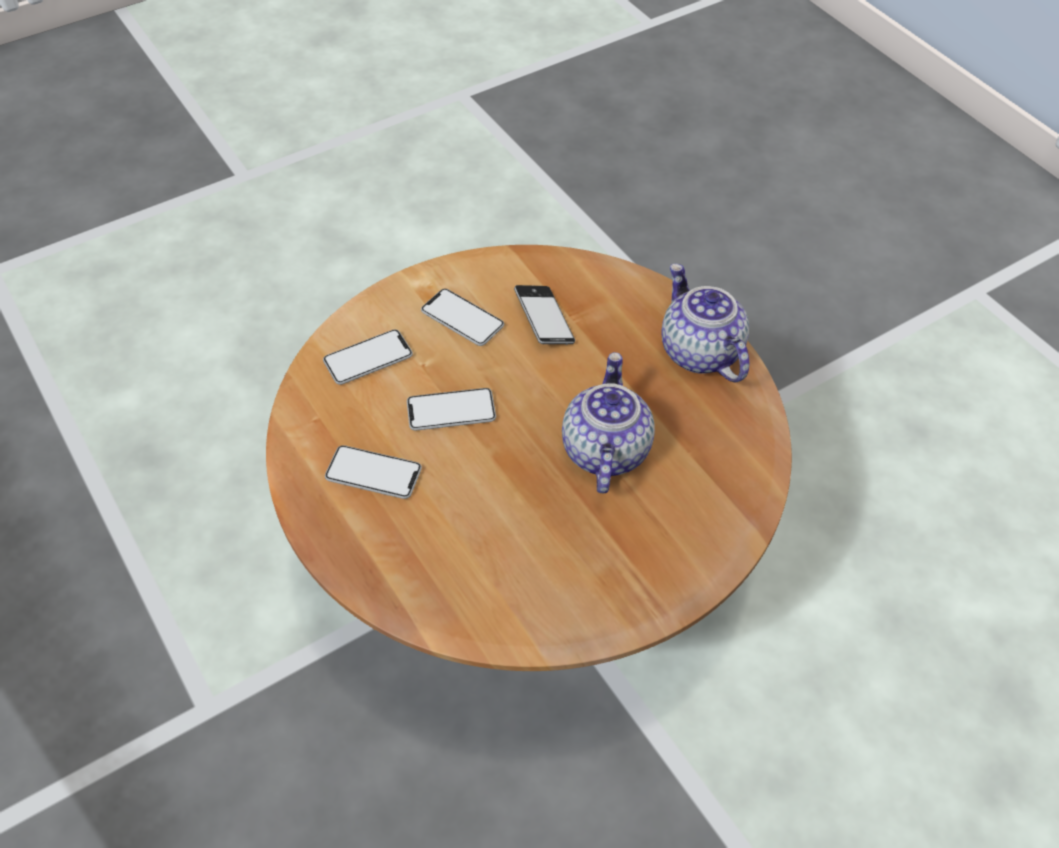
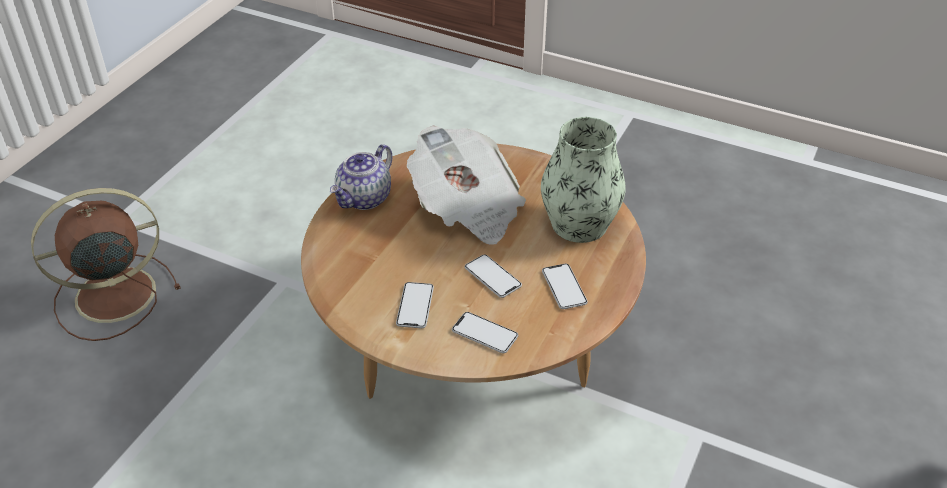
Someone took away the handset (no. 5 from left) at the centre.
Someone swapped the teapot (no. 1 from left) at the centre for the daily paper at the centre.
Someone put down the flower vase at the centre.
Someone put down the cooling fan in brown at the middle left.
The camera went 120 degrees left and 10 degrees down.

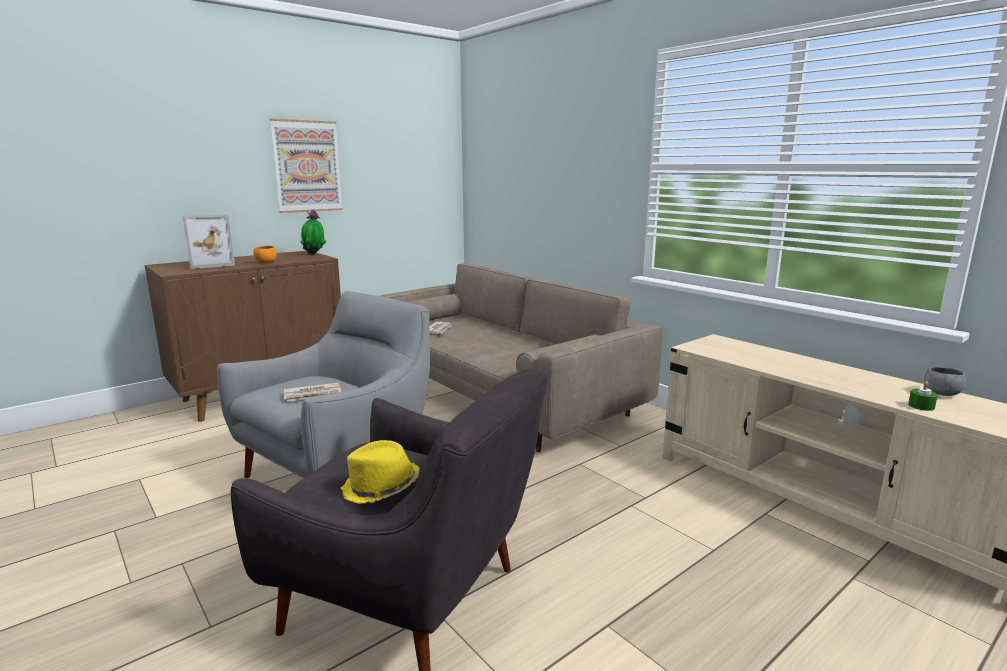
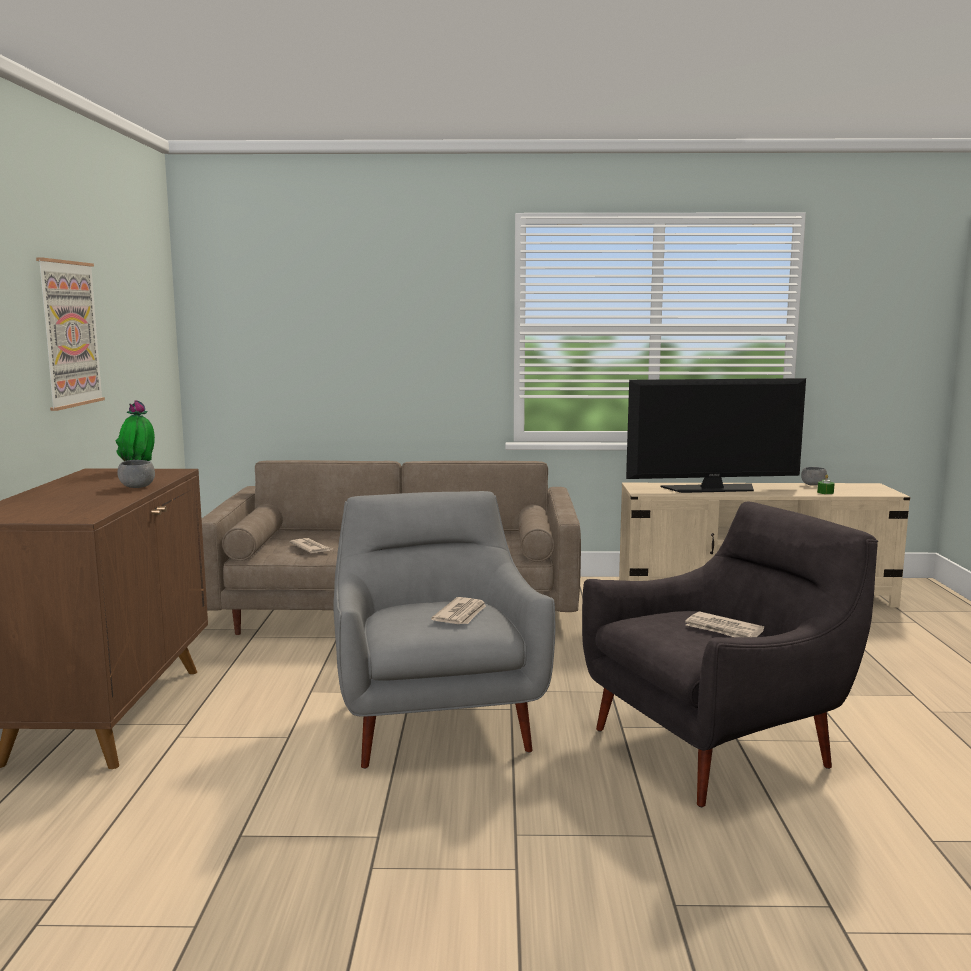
Someone took away the photo frame at the middle left.
Someone repainted the deep dish in orange at the middle left, which became the deep dish in grey (no. 1 from left) at the middle left.
Someone swapped the wearable hat in yellow-coloured at the bottom centre for the daily paper (no. 3 from left) at the middle right.
Someone put down the TV at the middle right.
The camera went 50 degrees left and 5 degrees down.

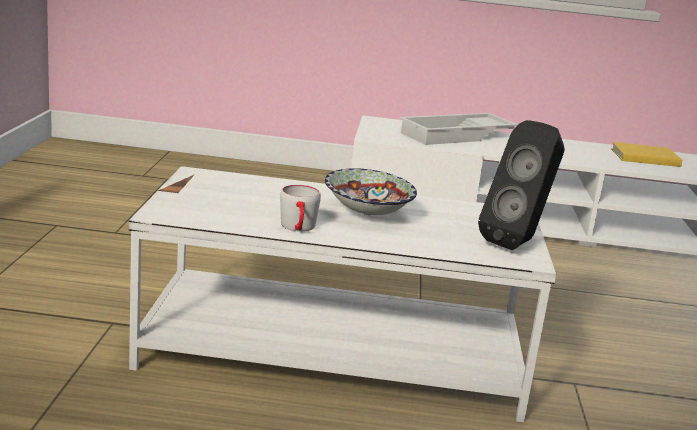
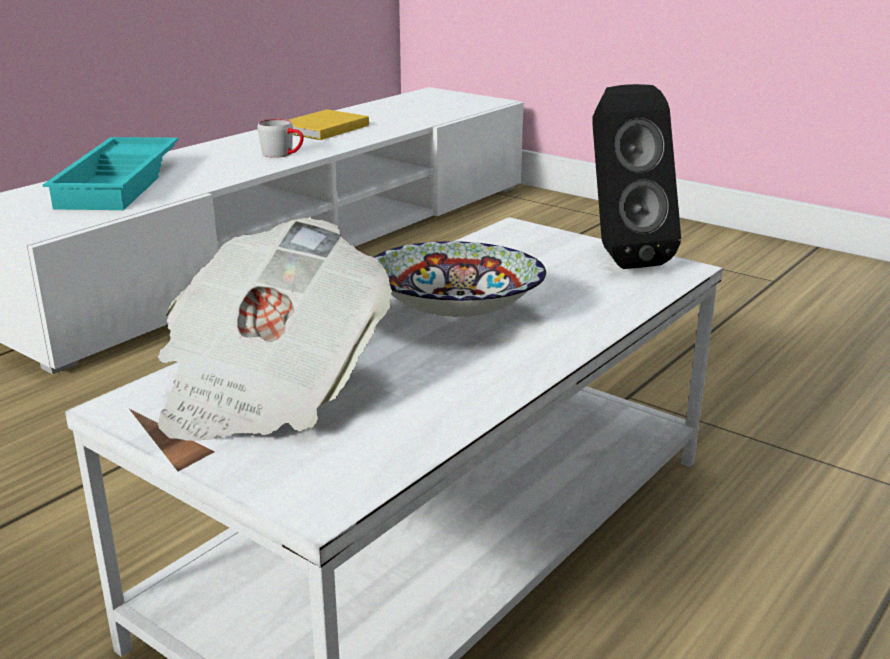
Someone repainted the tray in whitish at the top centre, which became the tray in blue-green at the top left.
Someone carried the coffee mug in grey from the centre to the top left.
Someone put down the daily paper at the middle left.
The camera went 55 degrees left and 5 degrees up.

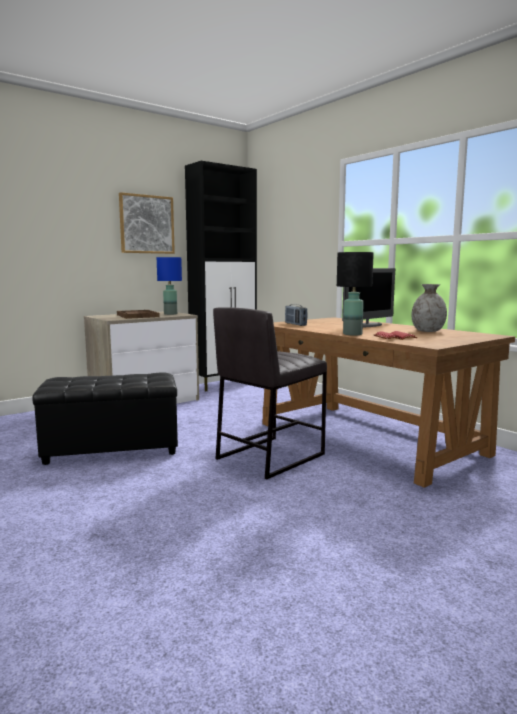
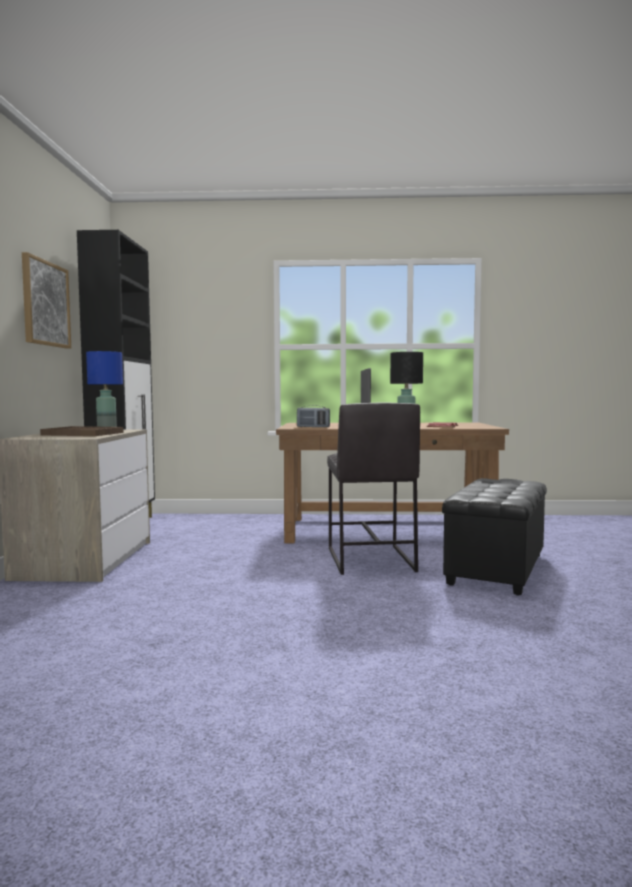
Someone took away the flower vase in grey at the middle right.
Someone carried the footrest in black-coloured from the middle left to the middle right.
The camera went 50 degrees left and 5 degrees down.

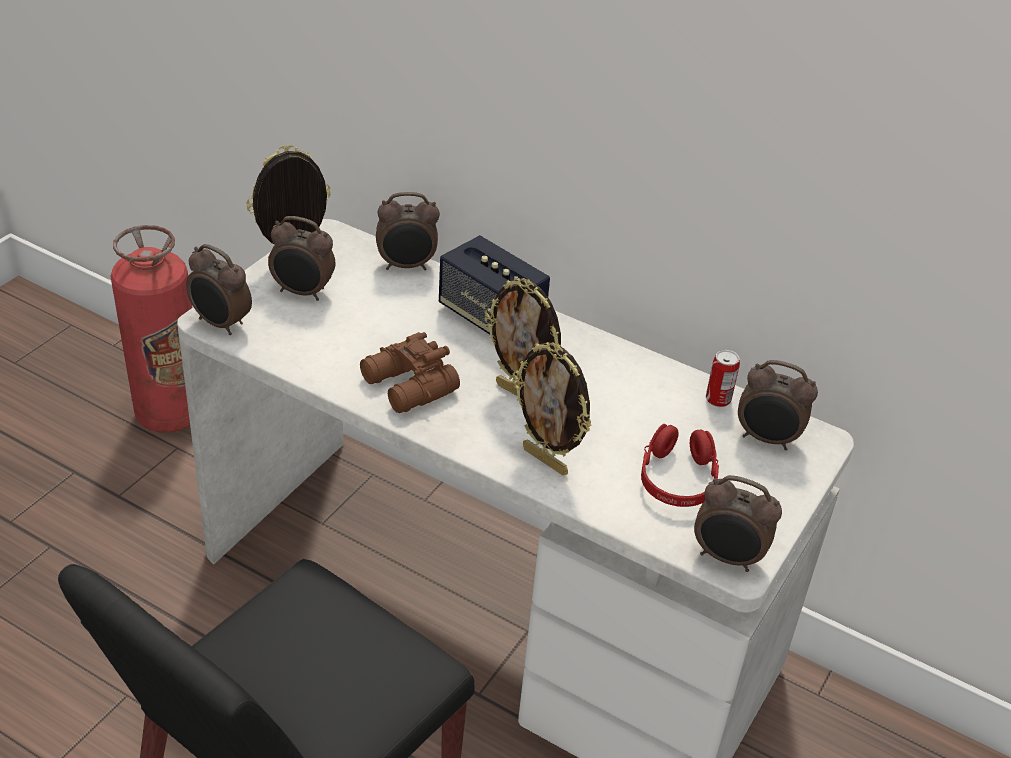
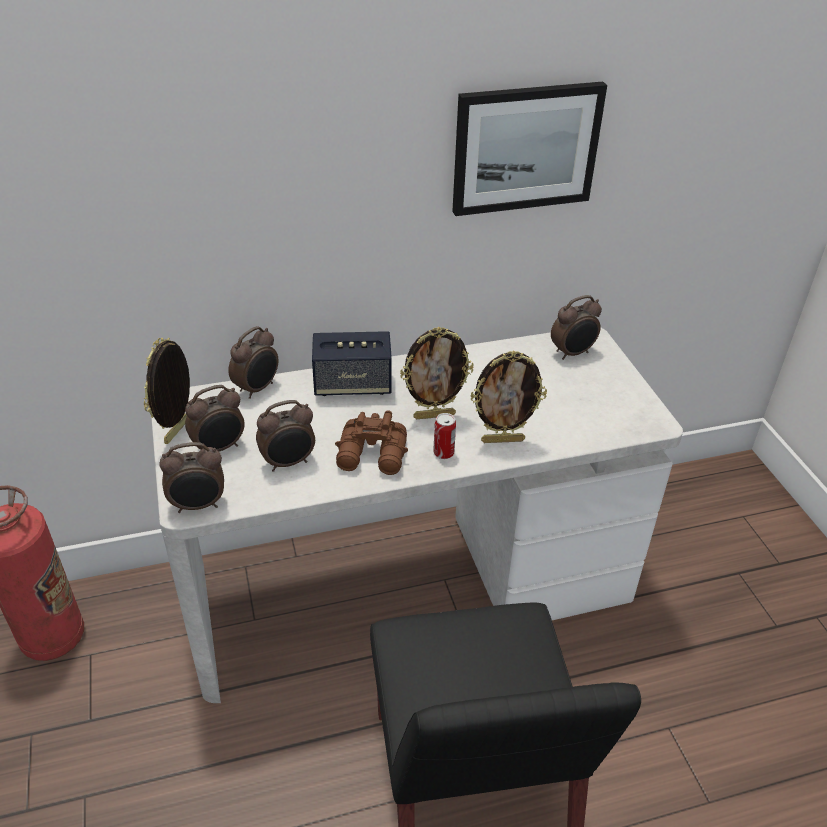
Someone carried the sealed can from the middle right to the centre.
Someone took away the headset in red-coloured at the middle right.
Someone carried the table clock (no. 4 from left) from the bottom right to the centre.
Someone put up the picture at the top centre.
The camera went 45 degrees left and 0 degrees up.

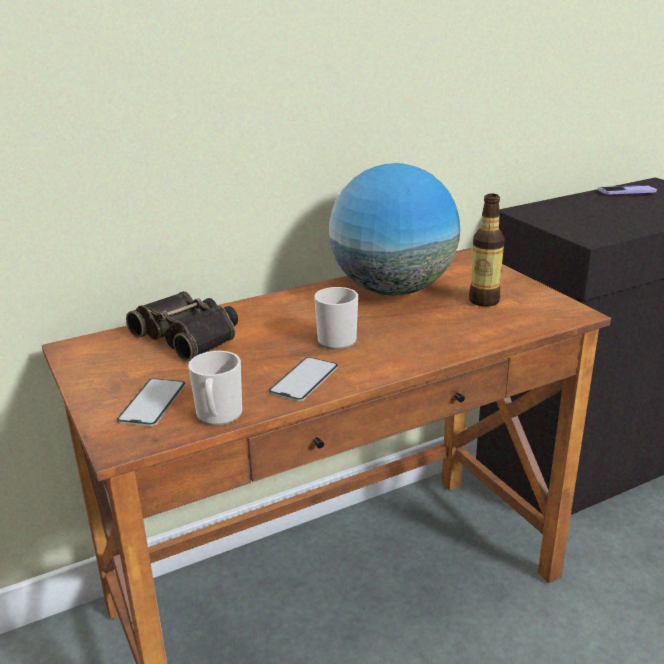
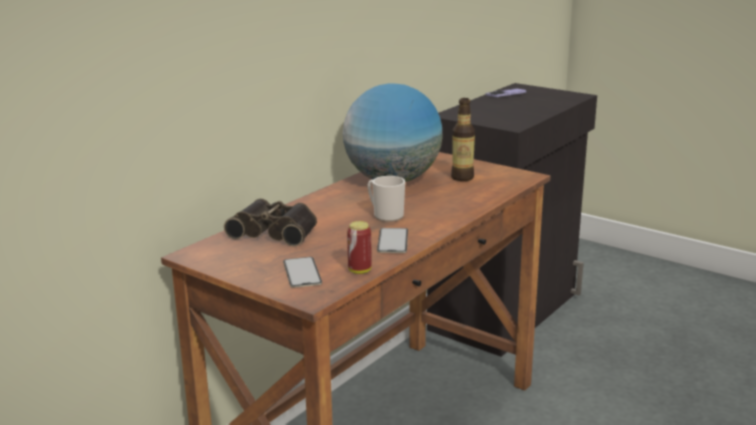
Someone swapped the coffee mug (no. 1 from left) at the middle left for the sealed can at the centre.
The camera went 25 degrees left and 5 degrees down.

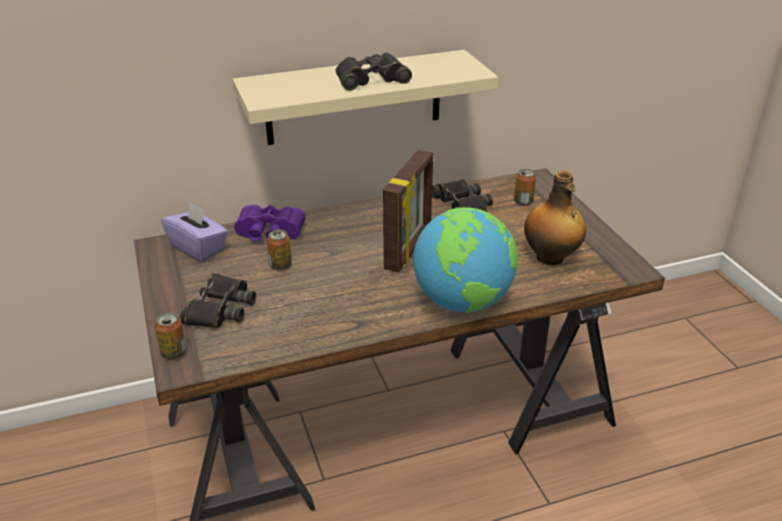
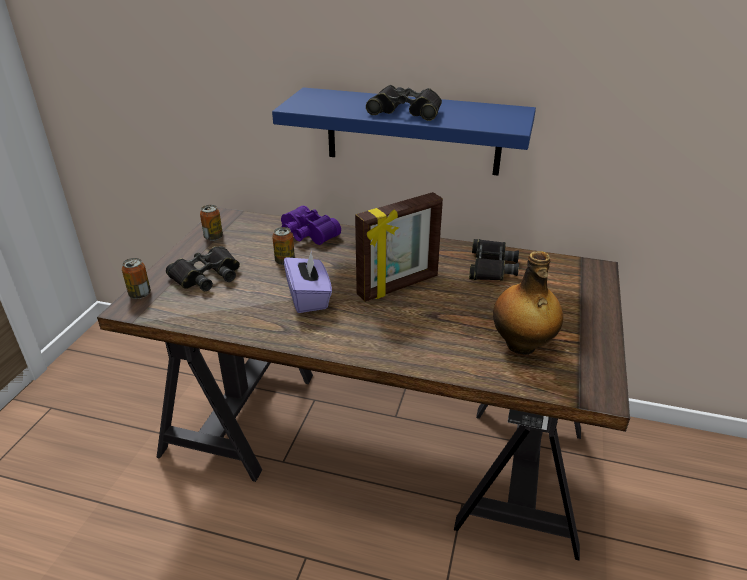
Someone repainted the shelf in beige-coloured at the top centre, which became the shelf in blue-coloured at the top centre.
Someone carried the sealed can (no. 3 from left in the first image) from the middle right to the middle left.
Someone carried the tissue box in purple from the middle left to the centre.
Someone took away the world globe at the centre.
The camera went 35 degrees right and 0 degrees up.

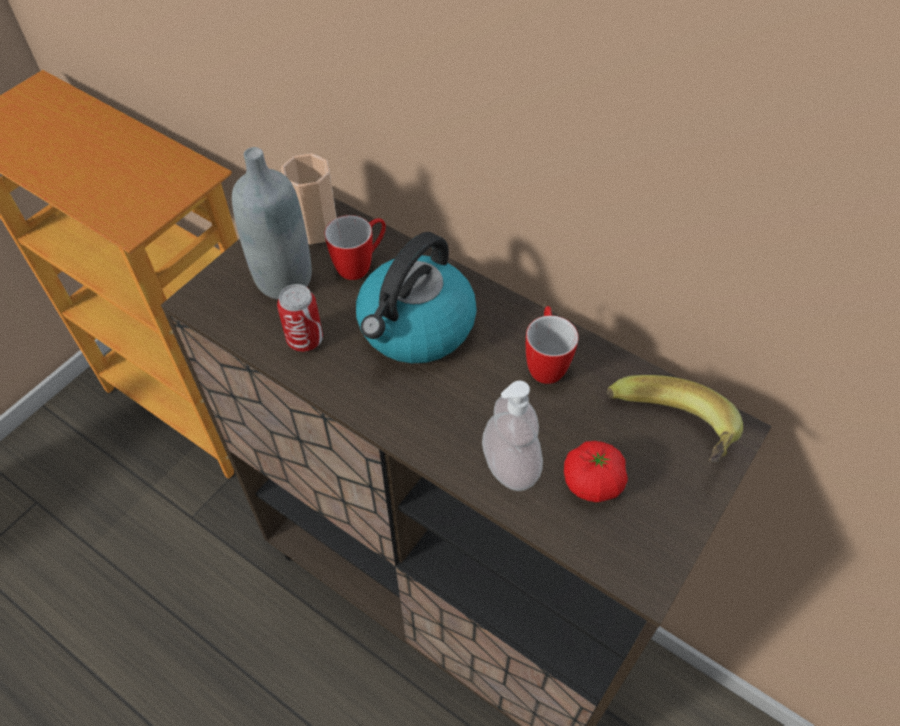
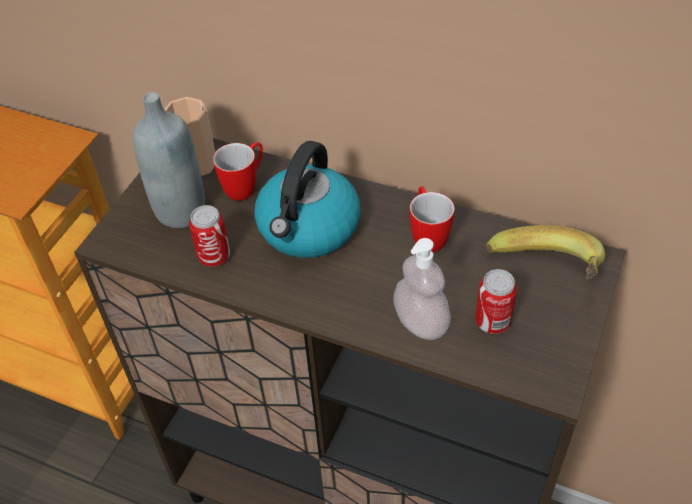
Someone swapped the whole tomato at the centre for the sealed can (no. 2 from left) at the middle right.
The camera went 10 degrees left and 5 degrees down.

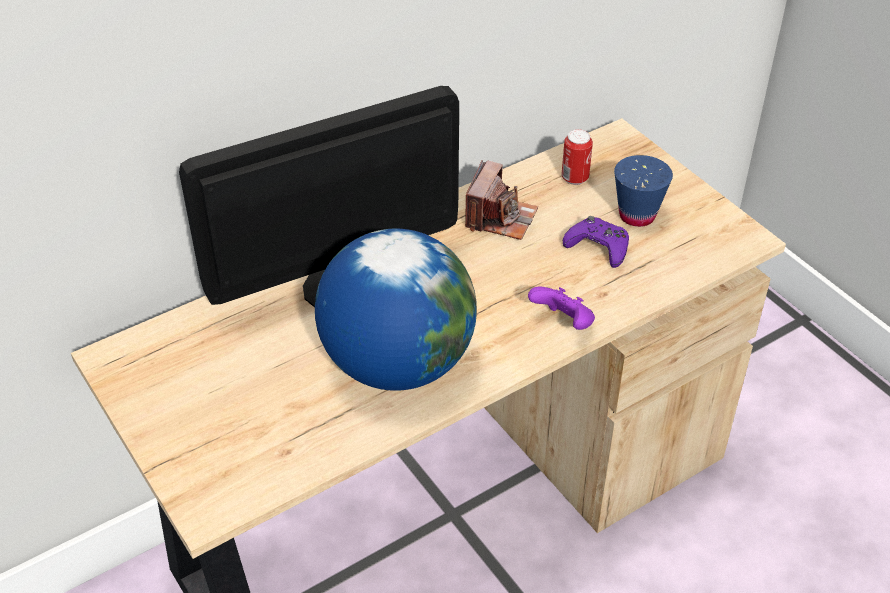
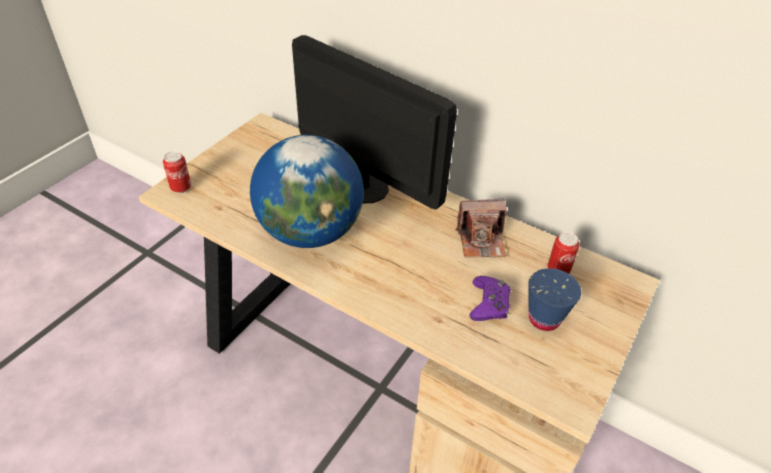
Someone took away the joypad in purple (no. 1 from left) at the centre.
Someone put down the sealed can (no. 1 from left) at the middle left.
The camera went 65 degrees right and 0 degrees up.

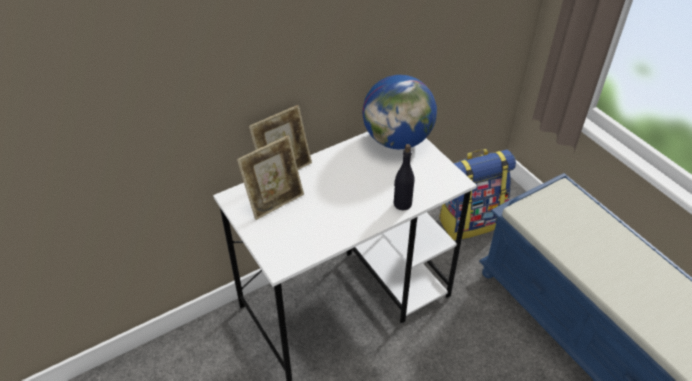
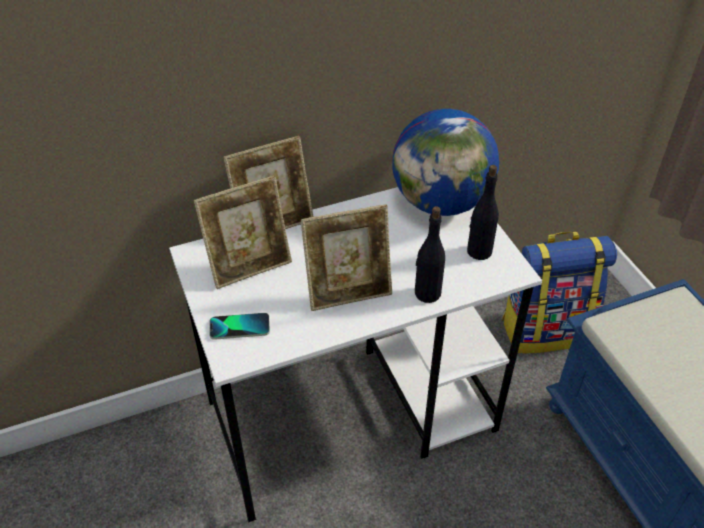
Someone put down the drink bottle in black-coloured (no. 2 from left) at the middle right.
Someone put down the photo frame (no. 3 from left) at the centre.
Someone put down the handset at the centre.
The camera went 10 degrees right and 0 degrees up.

